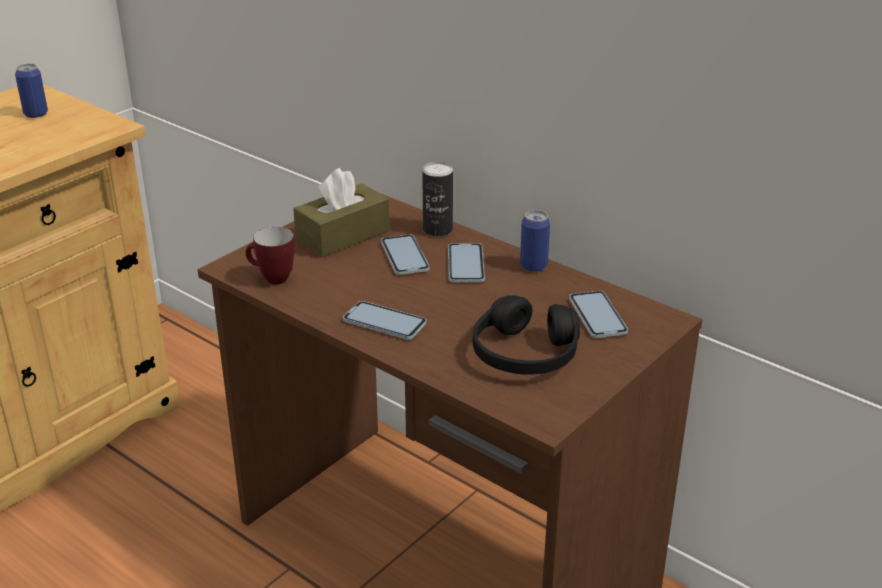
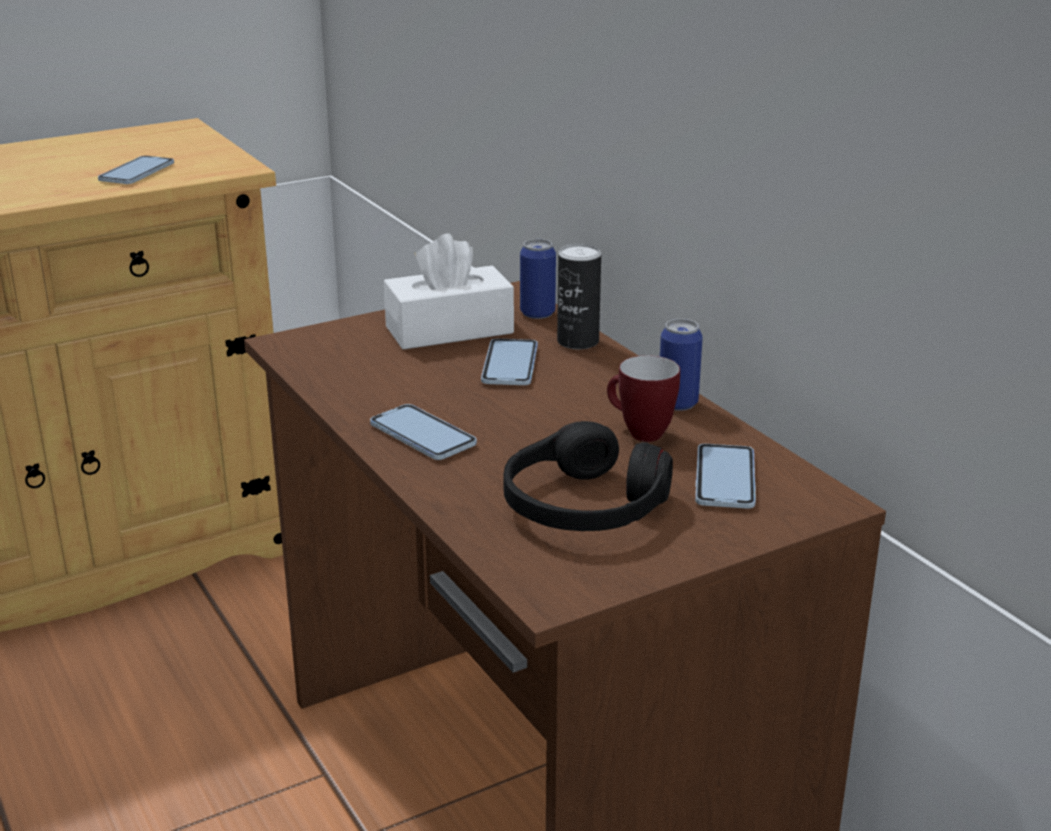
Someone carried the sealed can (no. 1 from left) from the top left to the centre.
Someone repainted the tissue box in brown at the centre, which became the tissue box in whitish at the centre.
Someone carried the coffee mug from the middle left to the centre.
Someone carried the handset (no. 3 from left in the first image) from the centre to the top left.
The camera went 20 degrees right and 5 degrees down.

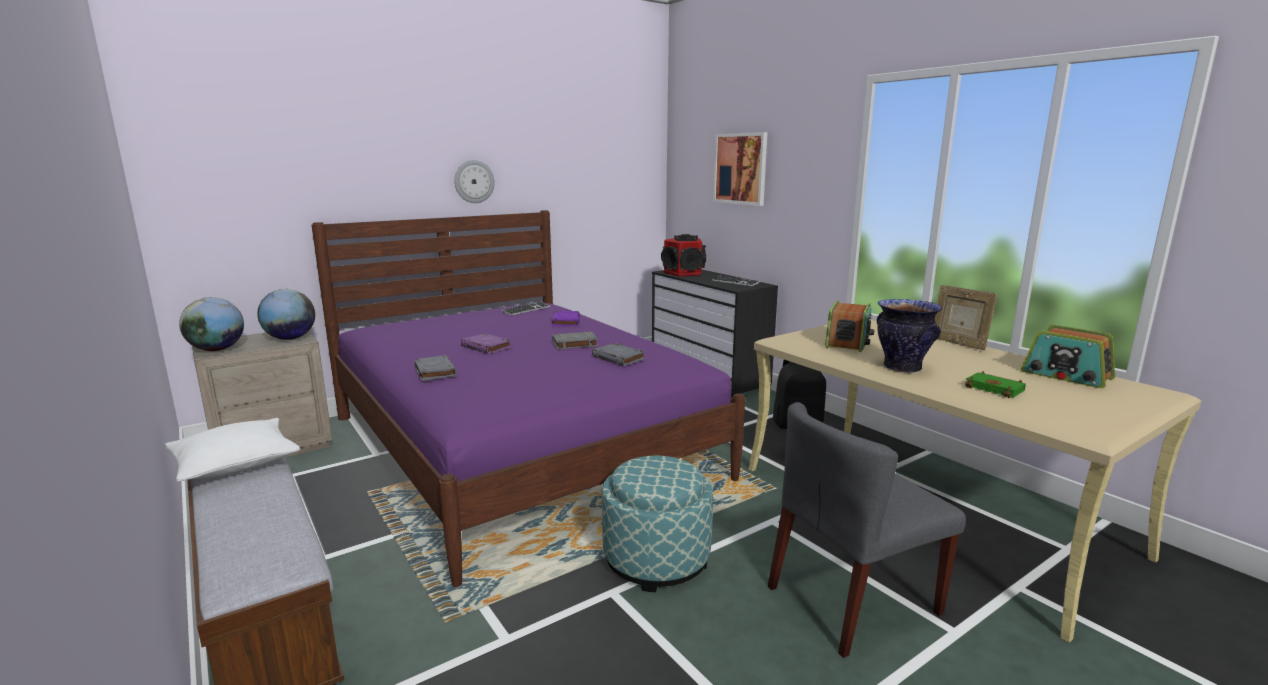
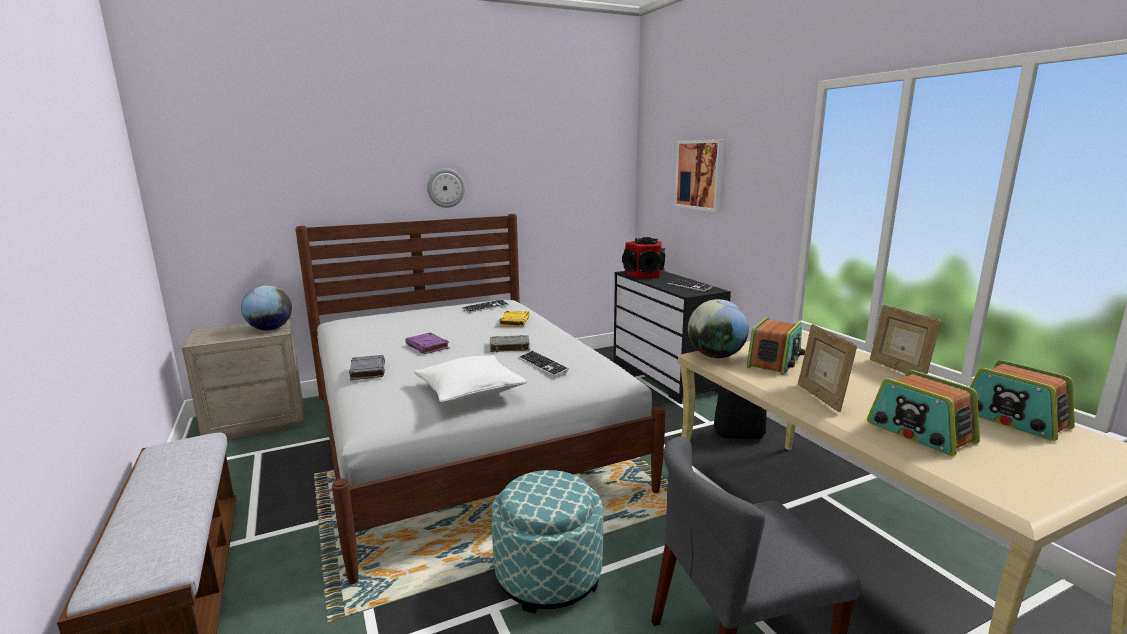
Someone repainted the bed in purple at the centre, which became the bed in whitish at the centre.
Someone carried the world globe (no. 1 from left in the first image) from the middle left to the centre.
Someone swapped the flower vase at the middle right for the photo frame (no. 1 from left) at the middle right.
Someone repainted the book in purple (no. 2 from left) at the centre, which became the book in yellow-coloured at the centre.
Someone swapped the book in grey (no. 3 from left) at the centre for the PC keyboard (no. 2 from left) at the centre.
Someone swapped the book in green at the middle right for the radio set (no. 2 from left) at the middle right.
Someone carried the cushion in whitish from the middle left to the centre.
The camera went 10 degrees right and 0 degrees up.

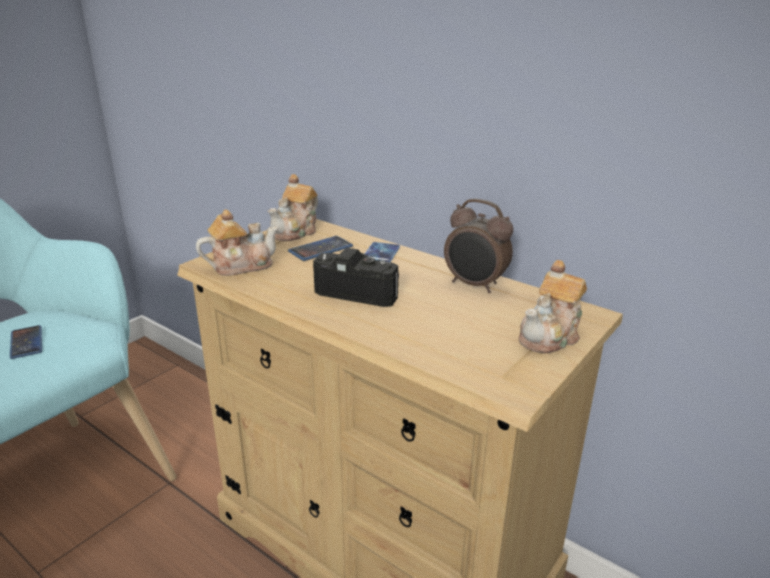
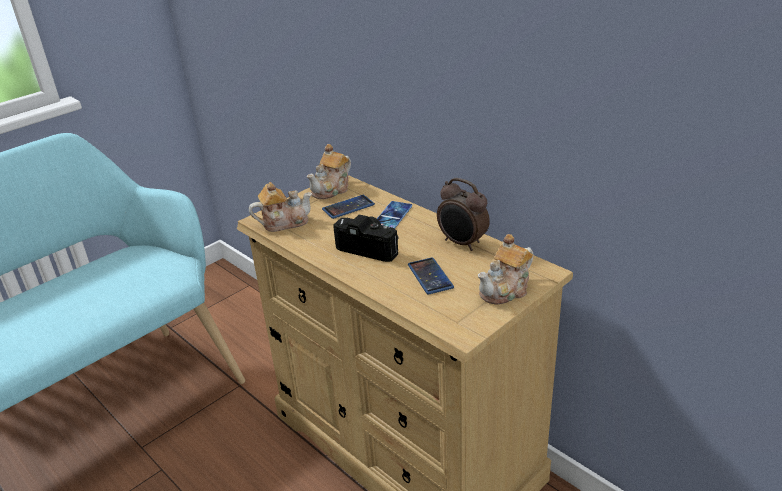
Someone carried the handset (no. 1 from left in the first image) from the middle left to the centre.
The camera went 10 degrees right and 5 degrees up.

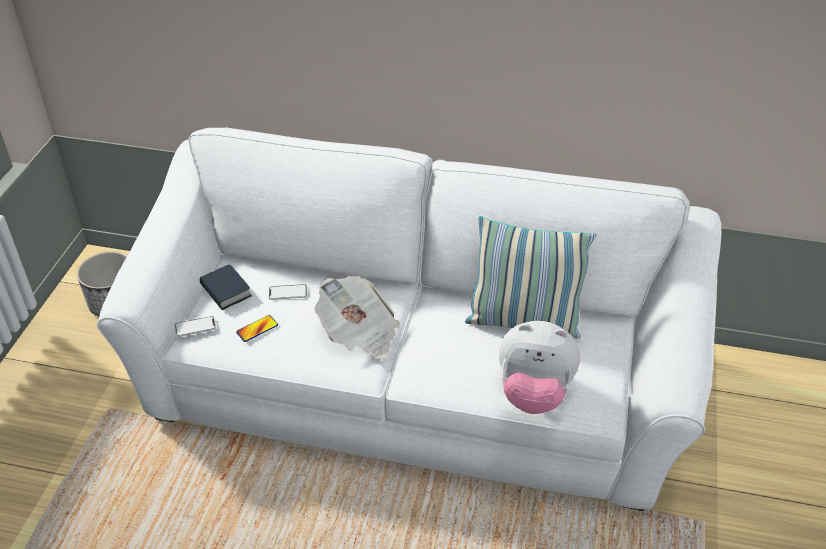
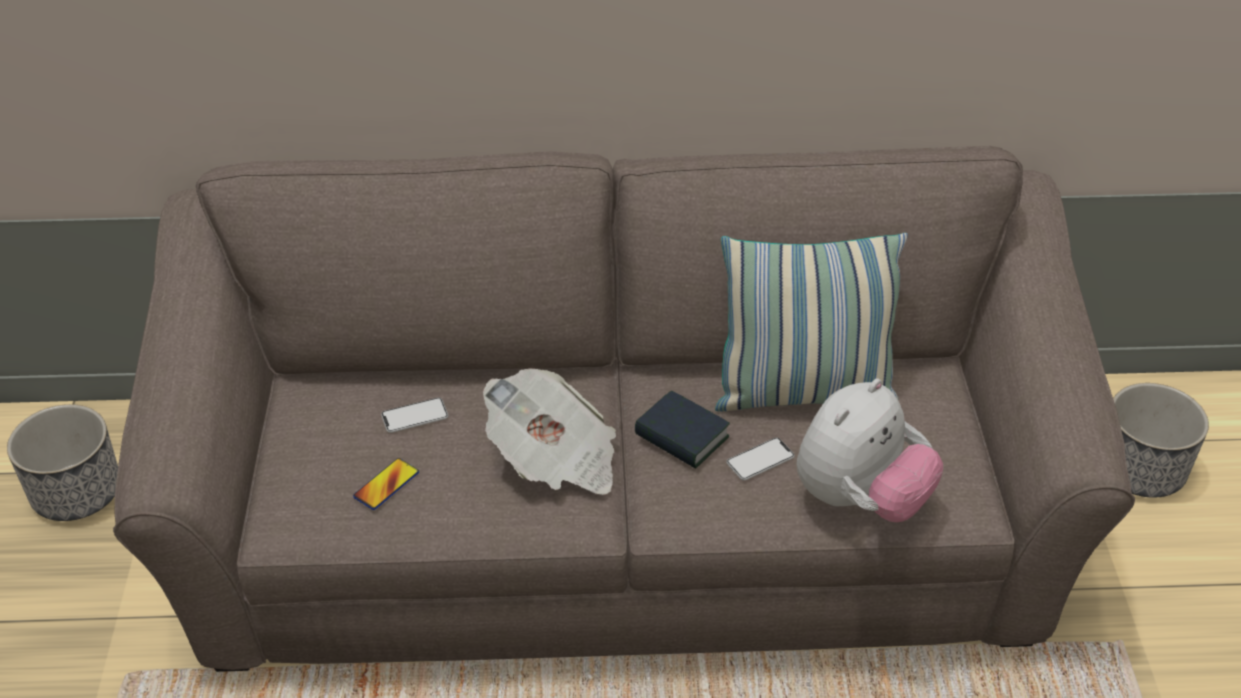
Someone repainted the sofa in whitish at the centre, which became the sofa in brown at the centre.
Someone carried the book from the middle left to the centre.
Someone carried the handset (no. 1 from left in the first image) from the middle left to the centre.
Someone rotated the soft toy at the bottom centre by 45 degrees counterclockwise.
Someone put down the planter (no. 2 from left) at the middle right.
The camera went 15 degrees left and 0 degrees up.

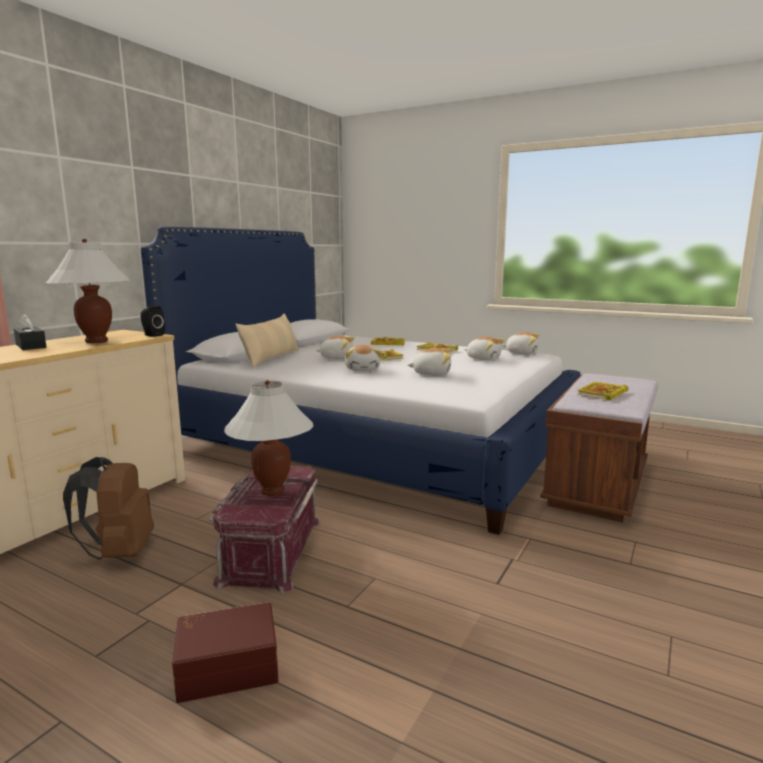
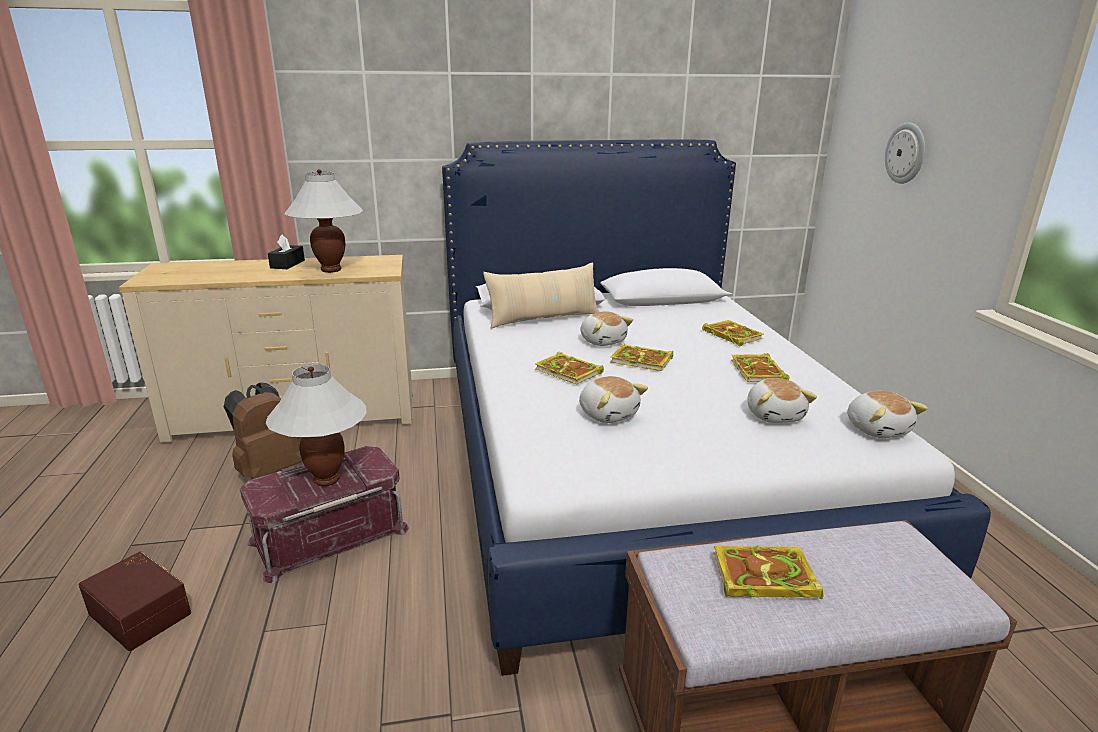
Someone took away the loudspeaker in black-coloured at the middle left.
Someone swapped the soft toy (no. 2 from left) at the centre for the book (no. 1 from left) at the centre.
Someone put up the hanging clock at the top right.
The camera went 50 degrees right and 10 degrees up.

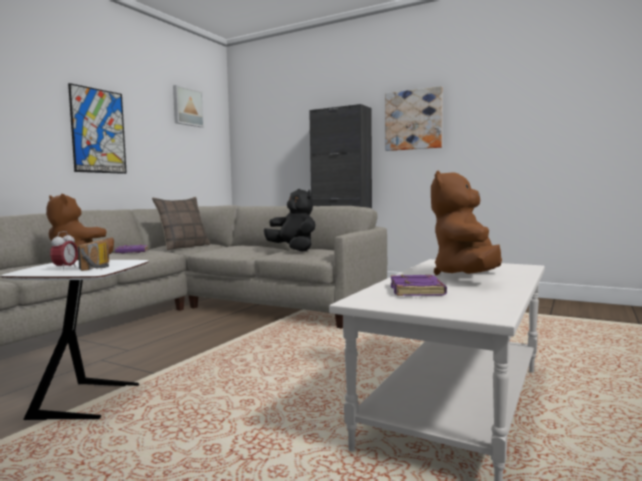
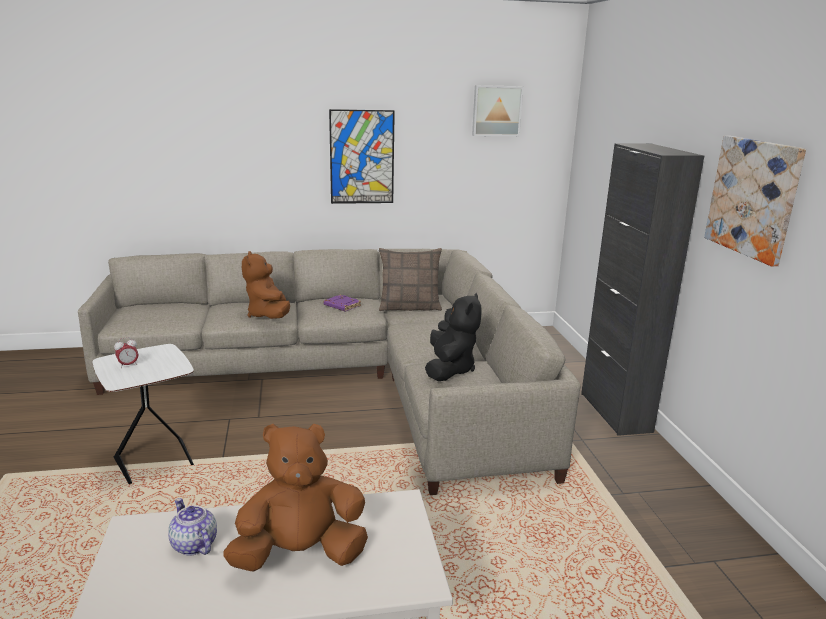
Someone took away the radio set at the middle left.
Someone swapped the book in purple (no. 2 from left) at the centre for the teapot at the bottom left.
The camera went 50 degrees right and 15 degrees up.

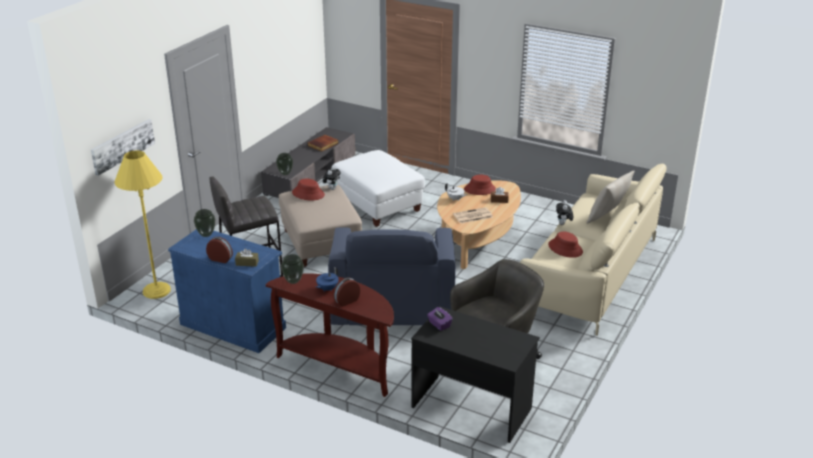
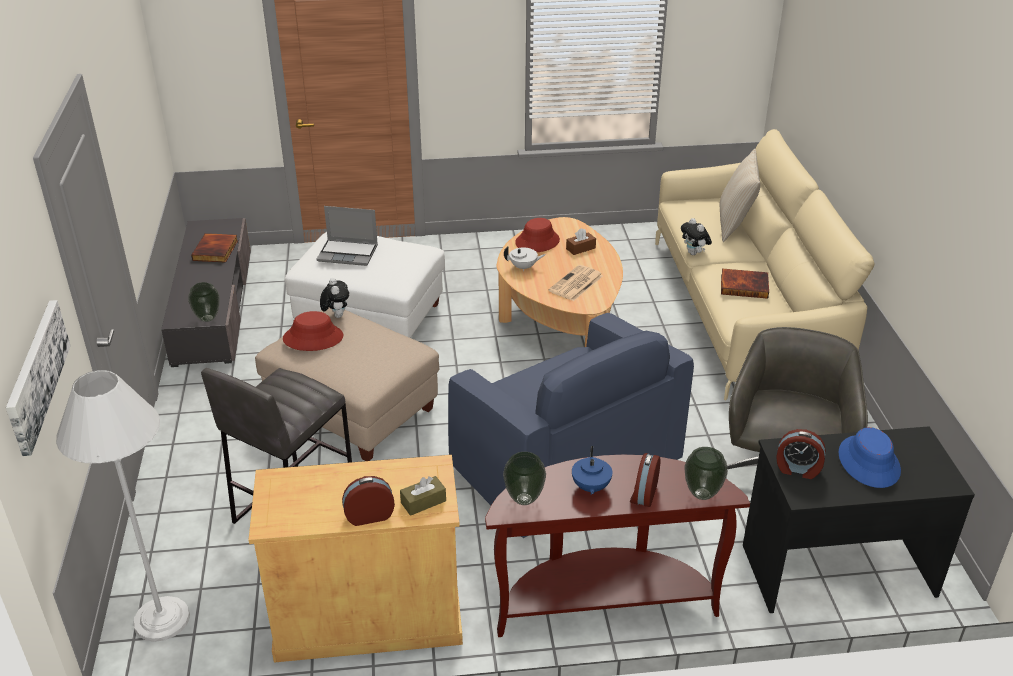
Someone repainted the standard lamp in yellow-coloured at the middle left, which became the standard lamp in whitish at the bottom left.
Someone carried the flower vase (no. 1 from left in the first image) from the middle left to the bottom right.
Someone repainted the storage cabinet in blue-coloured at the middle left, which became the storage cabinet in beige-coloured at the bottom centre.
Someone swapped the wearable hat in red-coloured (no. 3 from left) at the middle right for the book (no. 2 from left) at the middle right.
Someone swapped the tissue box in purple at the bottom centre for the table clock (no. 3 from left) at the bottom right.
Someone put down the portable computer at the centre.
Someone put down the wearable hat in blue-coloured at the bottom right.
The camera went 35 degrees left and 5 degrees up.

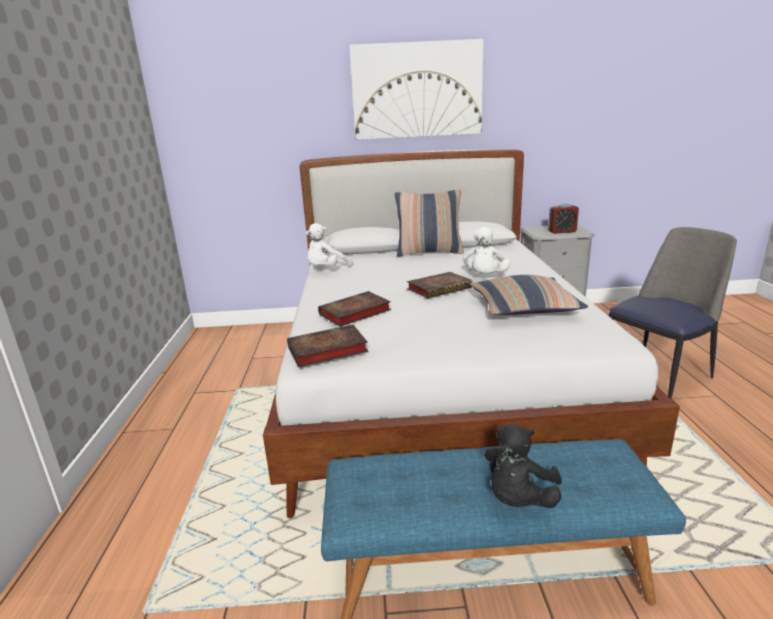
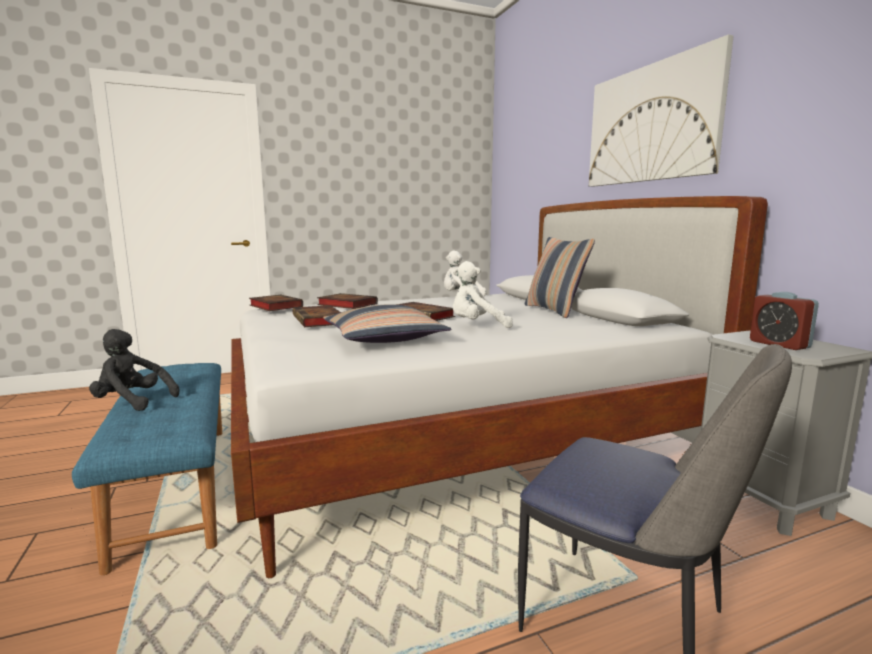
Someone put down the book (no. 2 from left) at the centre.
The camera went 70 degrees right and 10 degrees down.

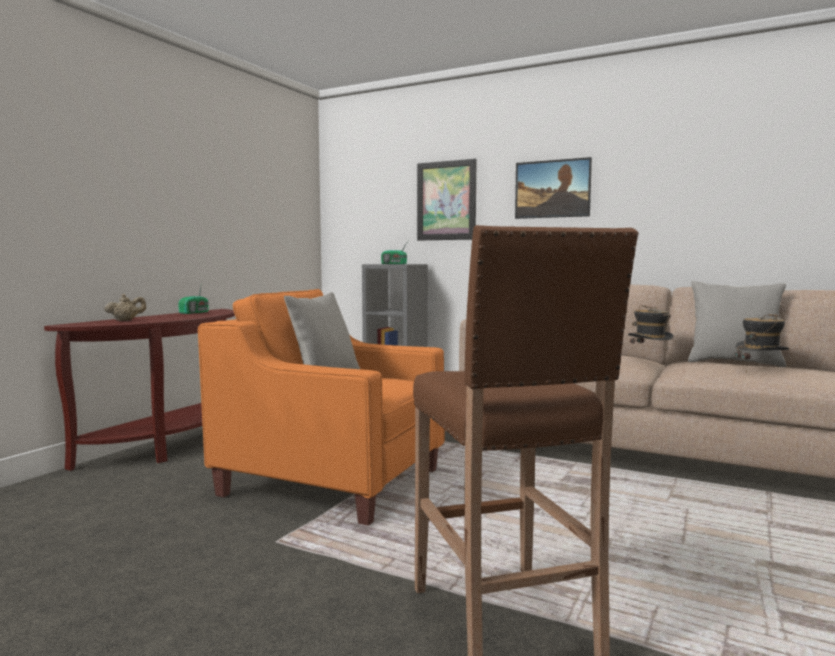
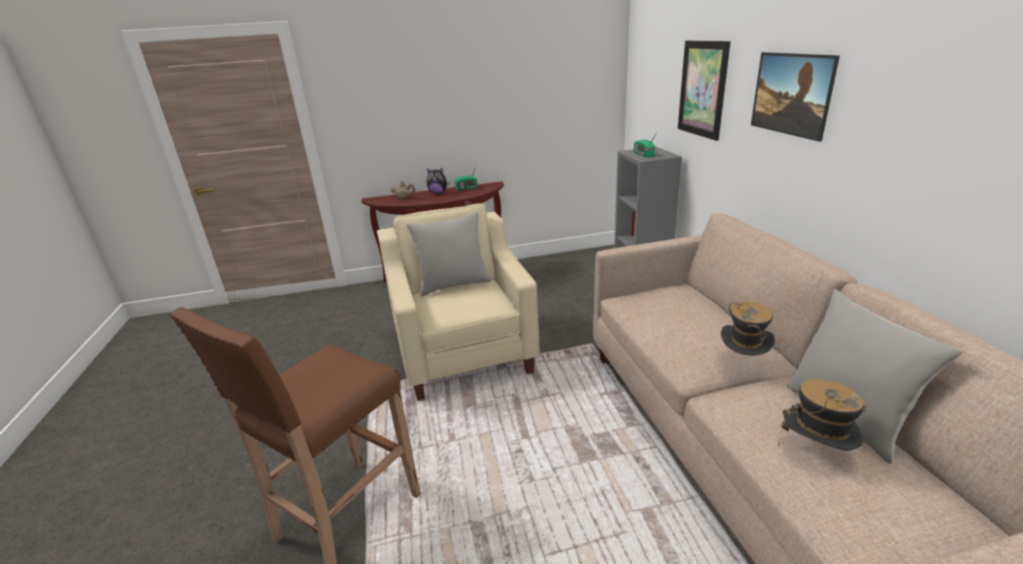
Someone repainted the armchair in orange at the centre, which became the armchair in beige-coloured at the centre.
Someone put down the soft toy at the top centre.
The camera went 50 degrees right and 20 degrees up.

